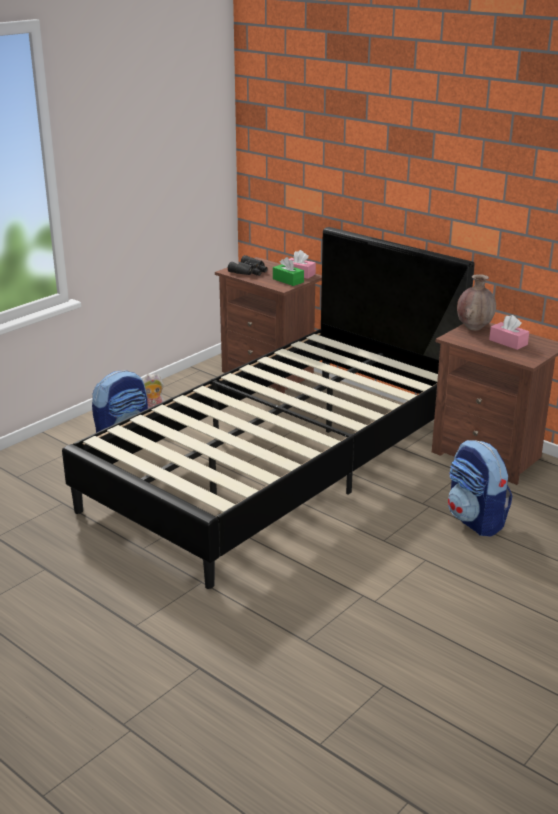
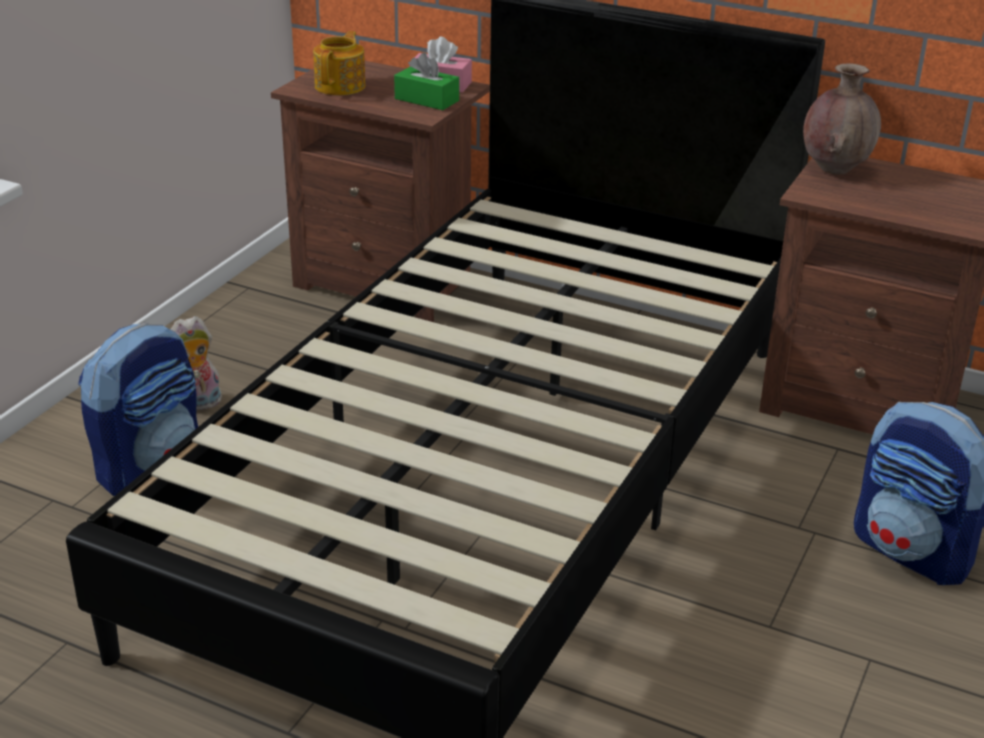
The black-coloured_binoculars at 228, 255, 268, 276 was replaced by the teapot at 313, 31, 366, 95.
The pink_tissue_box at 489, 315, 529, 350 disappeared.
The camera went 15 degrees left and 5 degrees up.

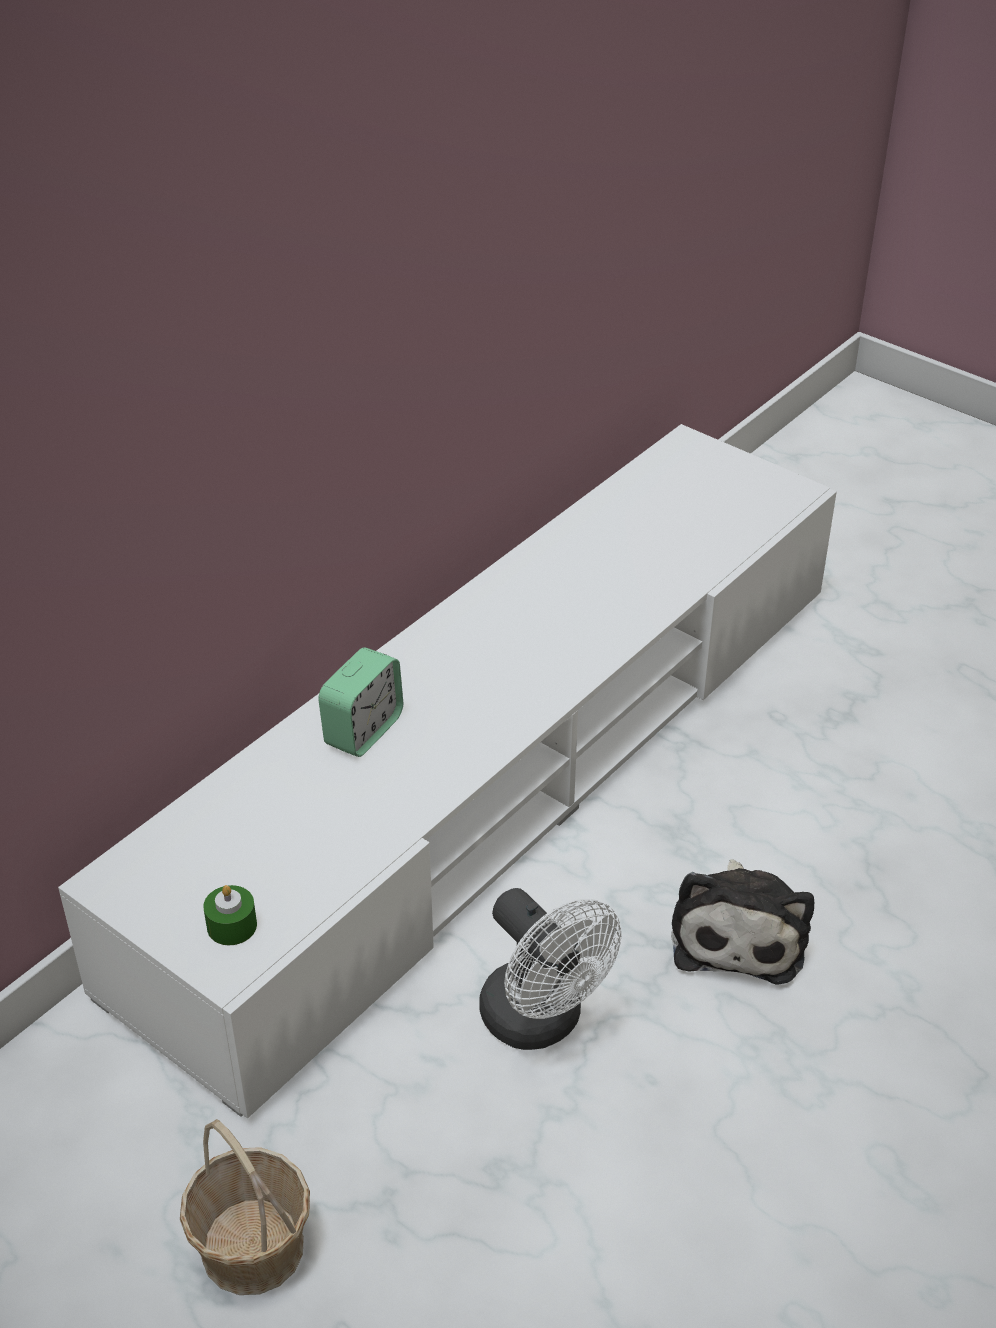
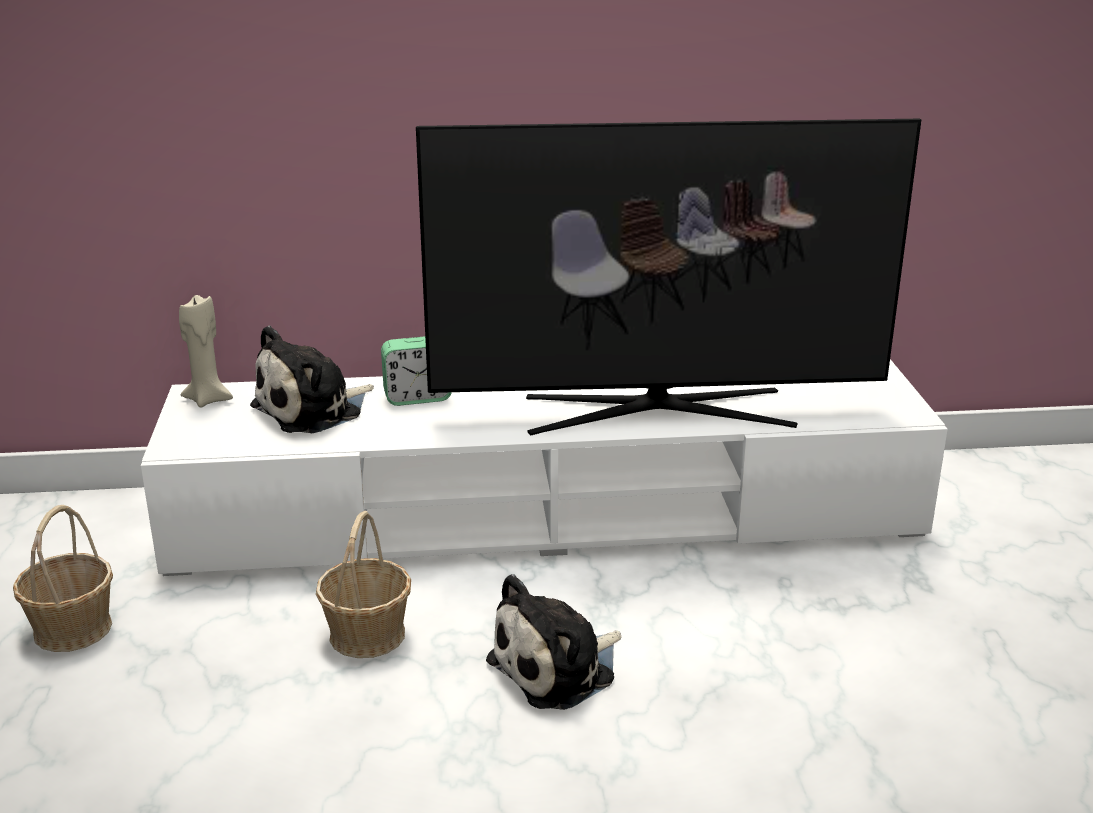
The green_wax_light at 203, 885, 257, 945 disappeared.
The white_fan at 480, 888, 621, 1050 was replaced by the storage_basket at 316, 511, 411, 658.
The TV at 416, 119, 921, 435 appeared.
The beige_wax_light at 179, 293, 233, 407 appeared.
The plush_toy at 250, 325, 374, 433 appeared.
The camera went 45 degrees right and 15 degrees down.

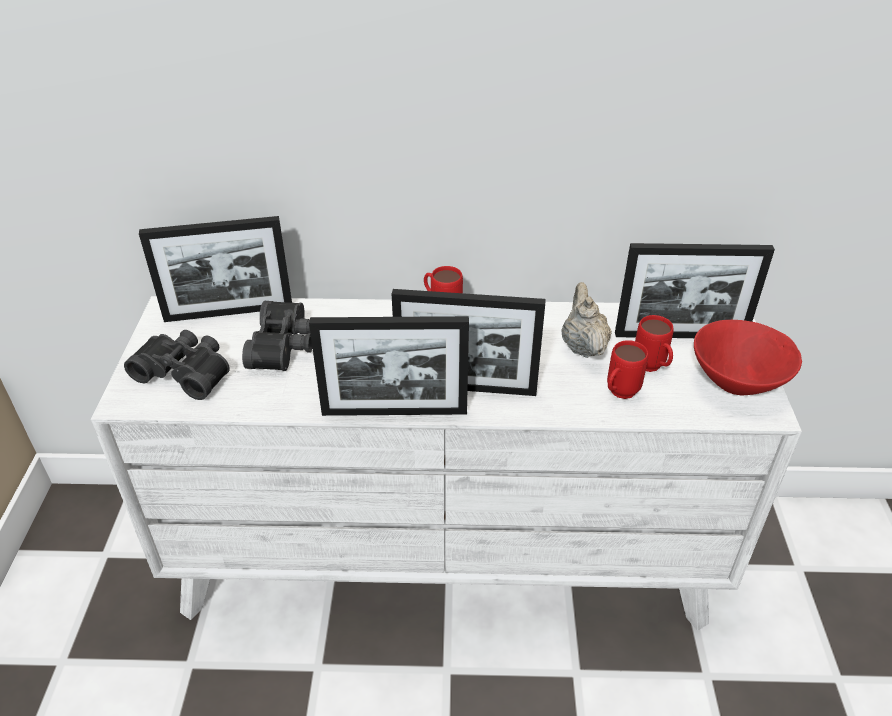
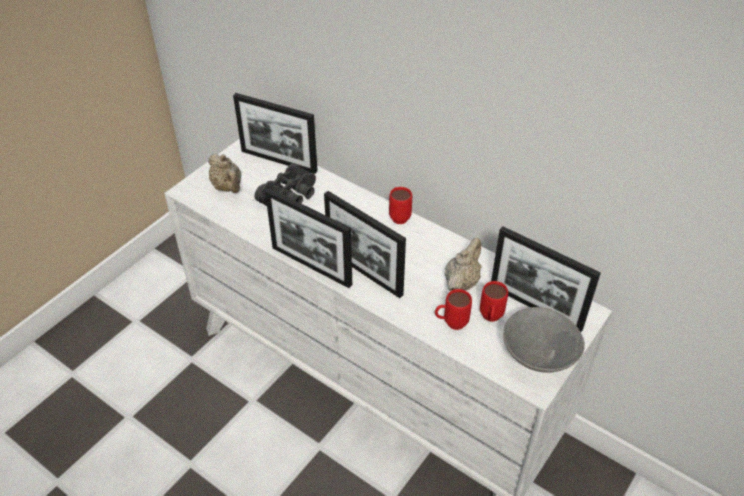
The red-coloured_bowl at 694, 320, 802, 395 became the grey_bowl at 503, 307, 585, 373.
The black-coloured_binoculars at 124, 330, 230, 400 was replaced by the beige_teapot at 208, 154, 241, 193.
The camera went 35 degrees right and 5 degrees up.

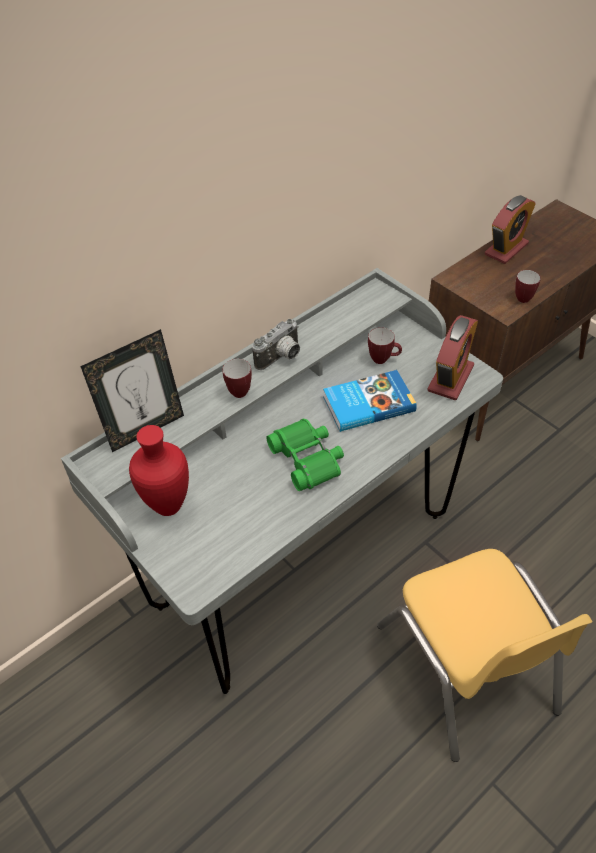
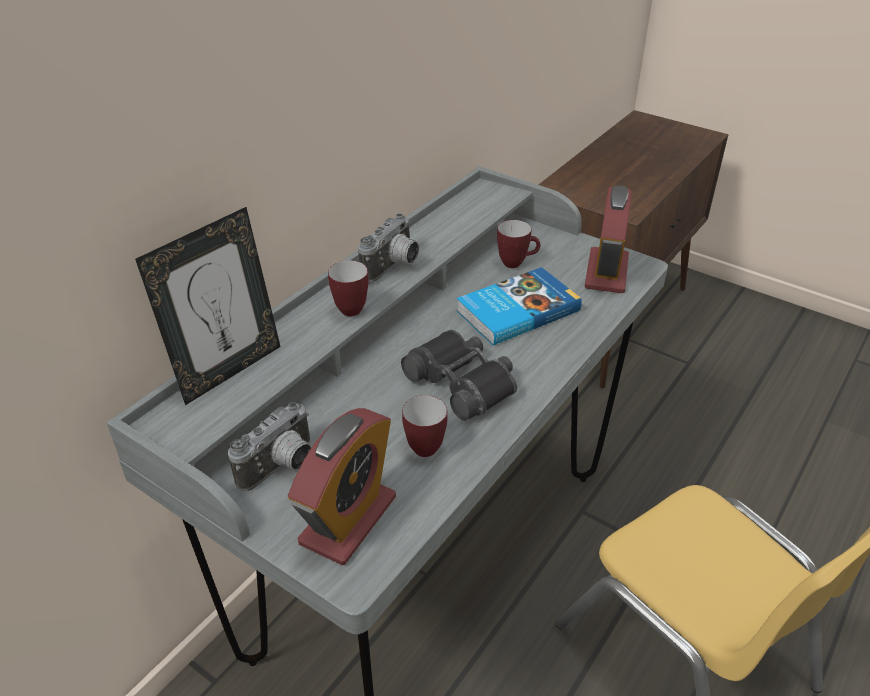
The bedside_clock moved from 485, 195, 535, 264 to 288, 408, 396, 565.
The coffee_mug moved from 515, 270, 541, 303 to 402, 395, 448, 457.
The green_binoculars at 266, 419, 344, 491 became the black-coloured_binoculars at 401, 330, 517, 421.
The red-coloured_vase at 129, 425, 189, 516 was replaced by the still_camera at 228, 402, 311, 492.
The camera went 15 degrees left and 10 degrees down.

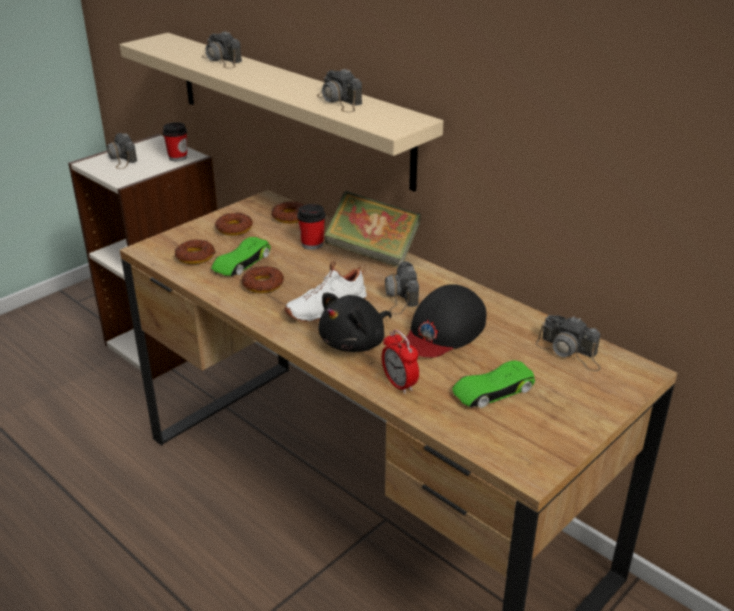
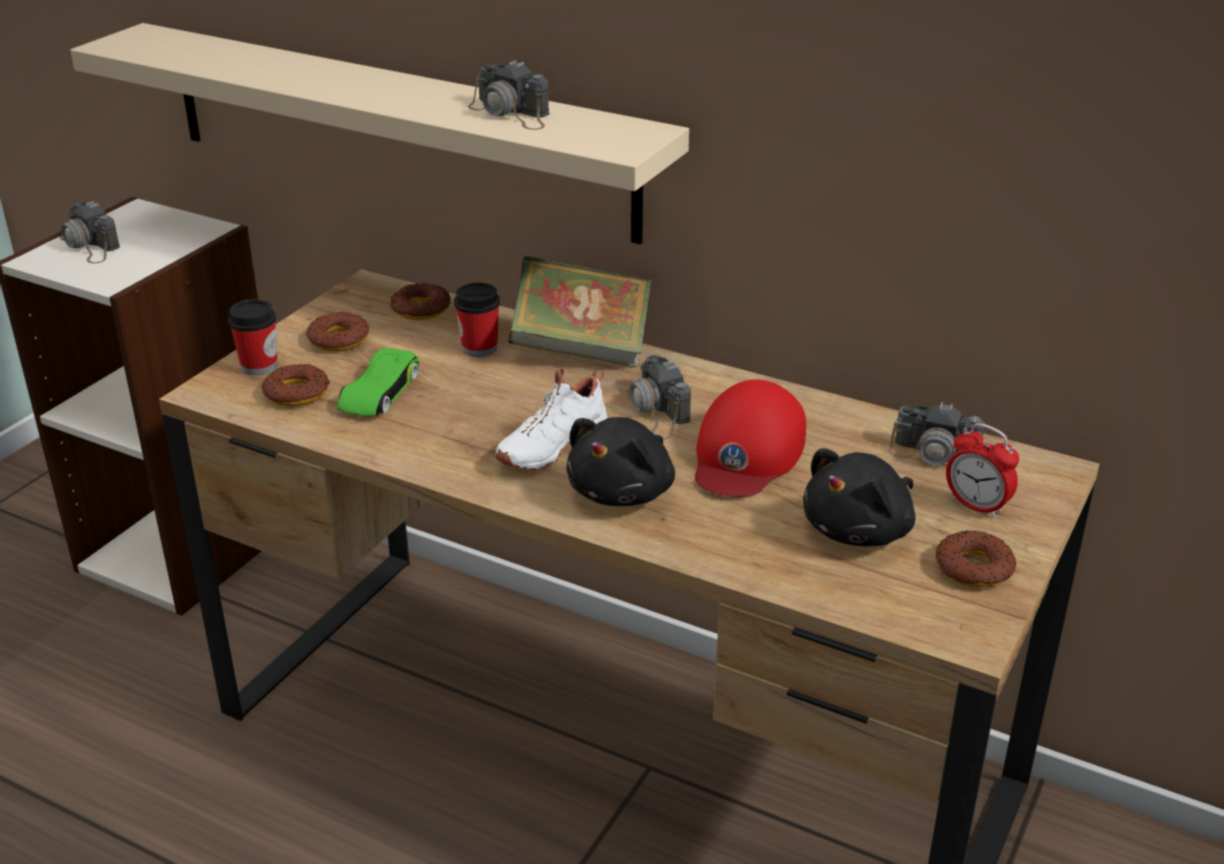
The still_camera at 202, 31, 242, 68 disappeared.
The drinking_cup moved from 162, 122, 187, 161 to 228, 299, 277, 375.
The doughnut moved from 242, 266, 284, 293 to 936, 530, 1016, 588.
The black-coloured_baseball_cap at 402, 284, 486, 358 became the red-coloured_baseball_cap at 695, 379, 806, 497.
The bedside_clock moved from 382, 330, 419, 394 to 946, 423, 1019, 518.
The green_miniature_car at 452, 360, 535, 408 was replaced by the black-coloured_plush_toy at 803, 448, 916, 546.
The camera went 15 degrees left and 0 degrees up.

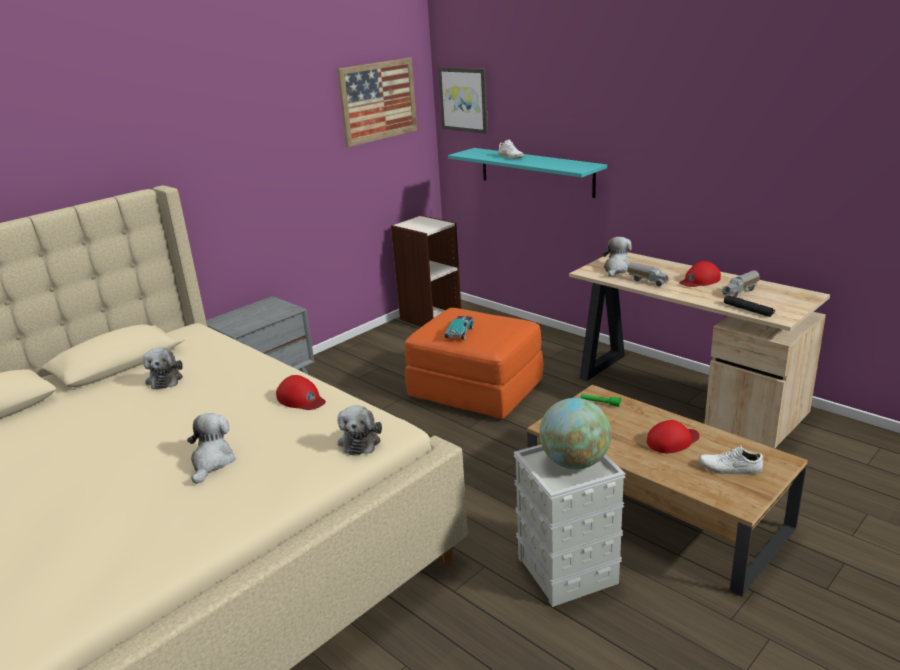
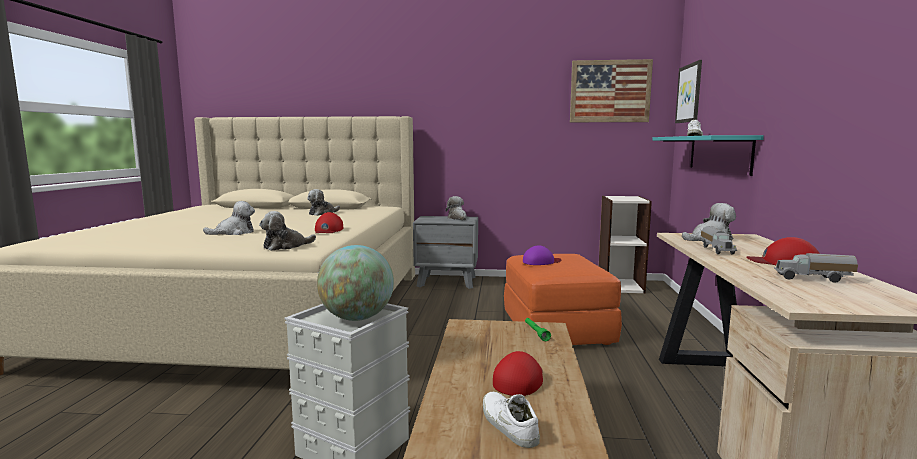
The black-coloured_torch at 724, 295, 775, 317 disappeared.
The miniature_car at 445, 316, 474, 340 was replaced by the purple_baseball_cap at 523, 245, 561, 265.
The red-coloured_baseball_cap at 647, 420, 700, 453 turned 90 degrees counterclockwise.
The plush_toy at 446, 196, 467, 220 appeared.
The camera went 50 degrees right and 15 degrees down.

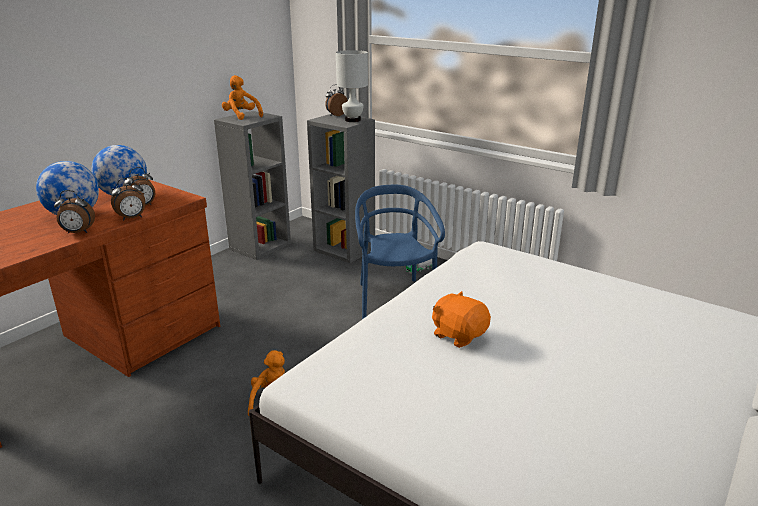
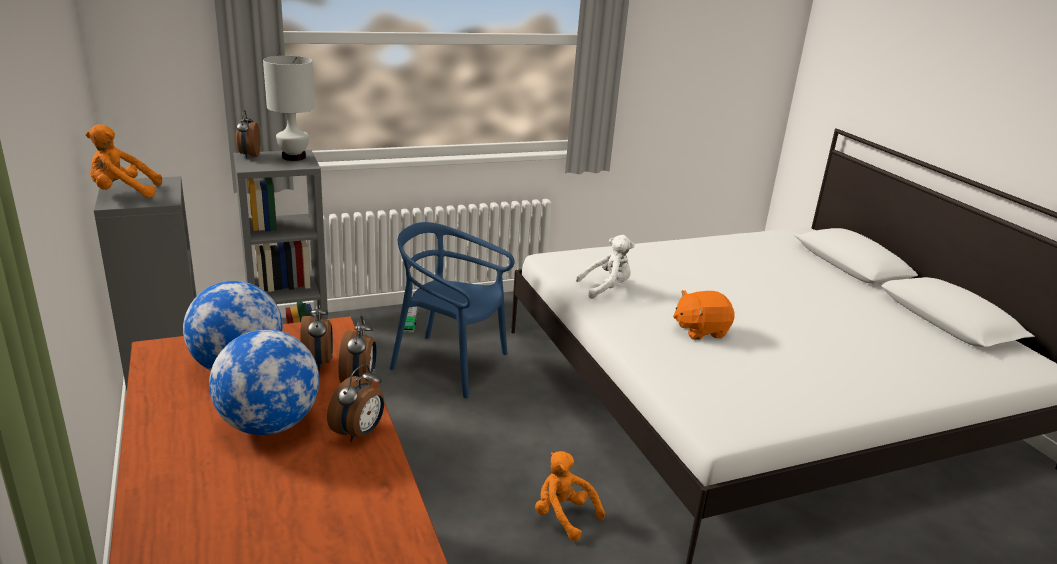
The white_plush_toy at 576, 235, 635, 299 appeared.
The camera went 60 degrees left and 0 degrees up.

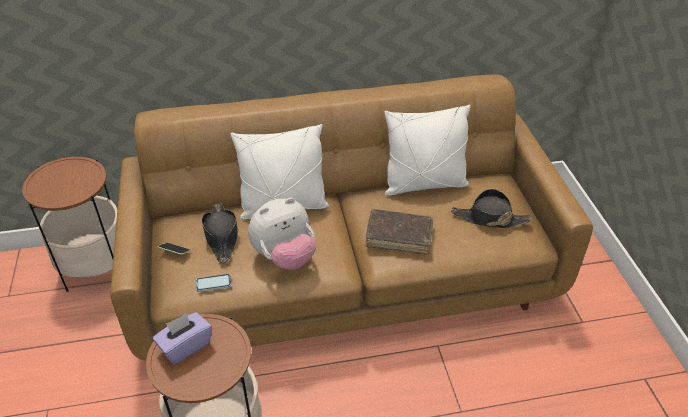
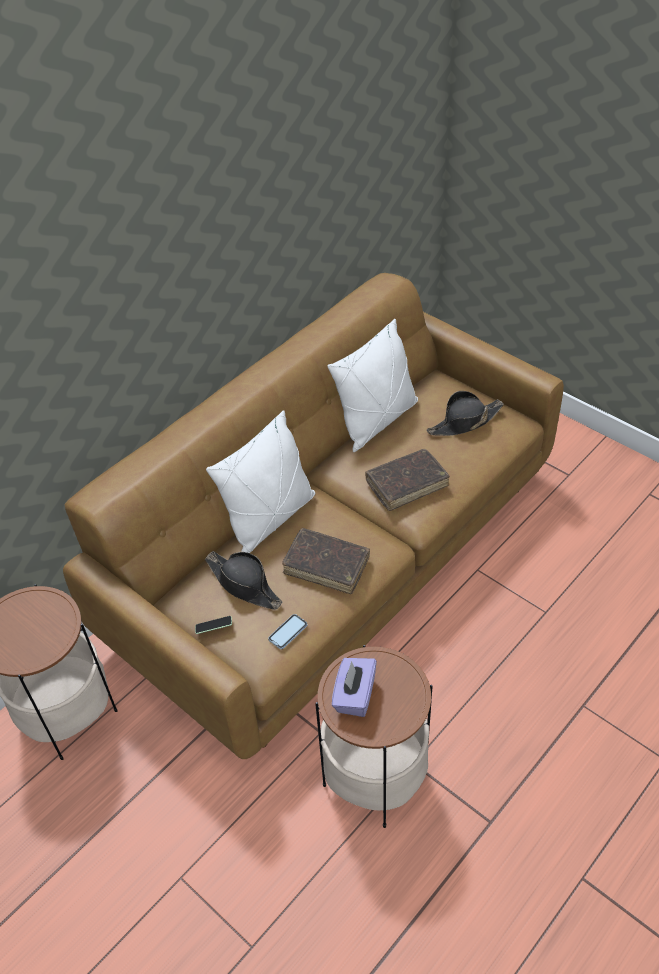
The plush_toy at 248, 197, 316, 270 was replaced by the brownish_volume at 282, 528, 370, 594.
The camera went 35 degrees left and 5 degrees up.

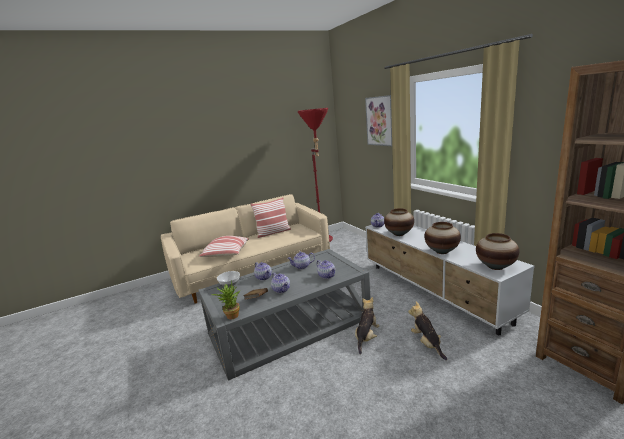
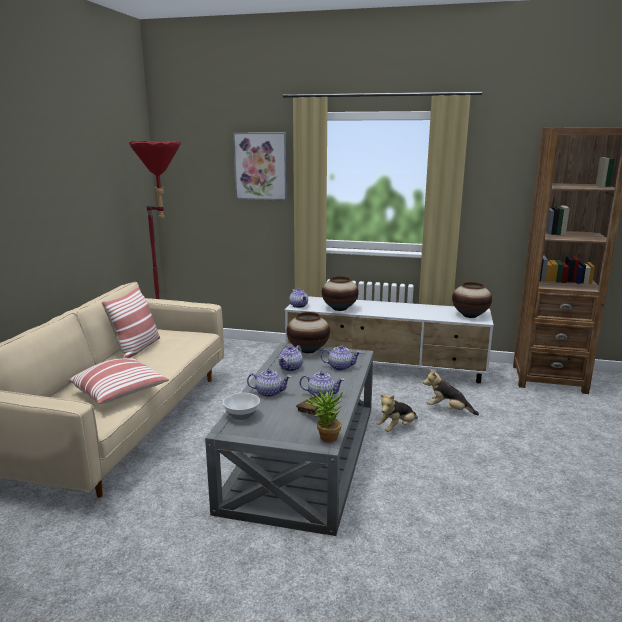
The vase moved from 424, 222, 461, 254 to 287, 312, 330, 353.
The plush_toy at 355, 297, 379, 355 turned 105 degrees counterclockwise.
The camera went 50 degrees left and 0 degrees up.

